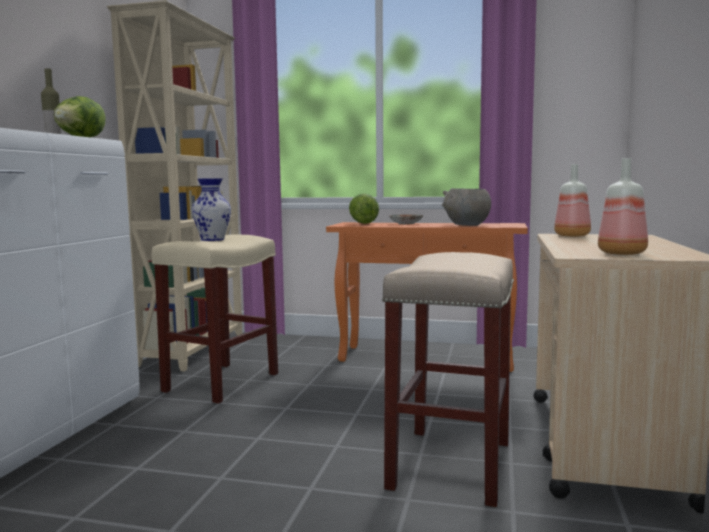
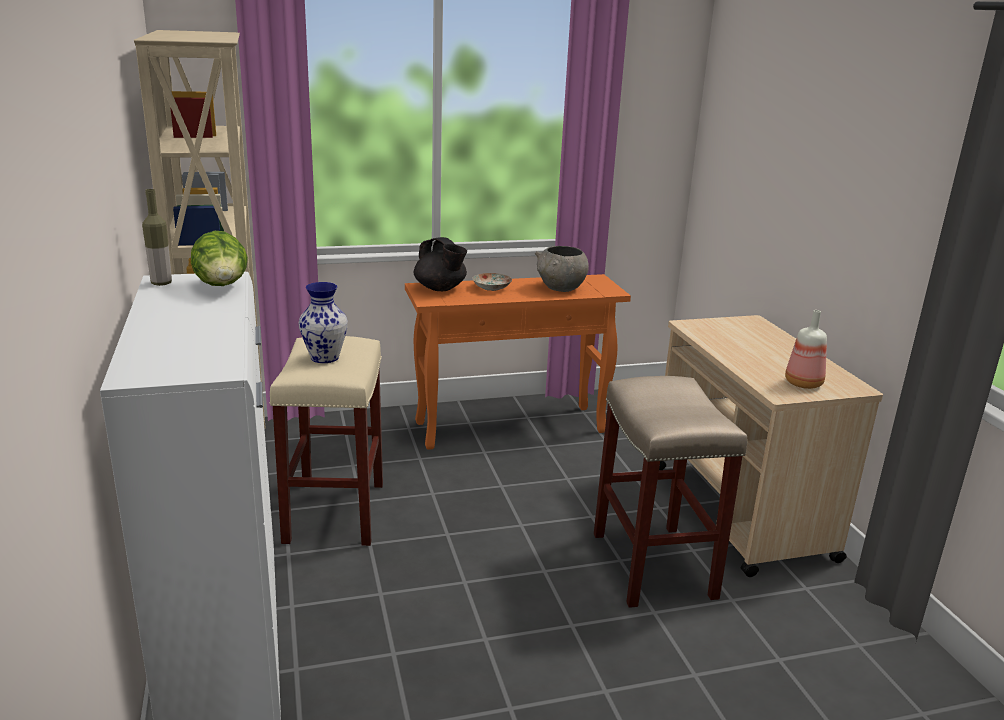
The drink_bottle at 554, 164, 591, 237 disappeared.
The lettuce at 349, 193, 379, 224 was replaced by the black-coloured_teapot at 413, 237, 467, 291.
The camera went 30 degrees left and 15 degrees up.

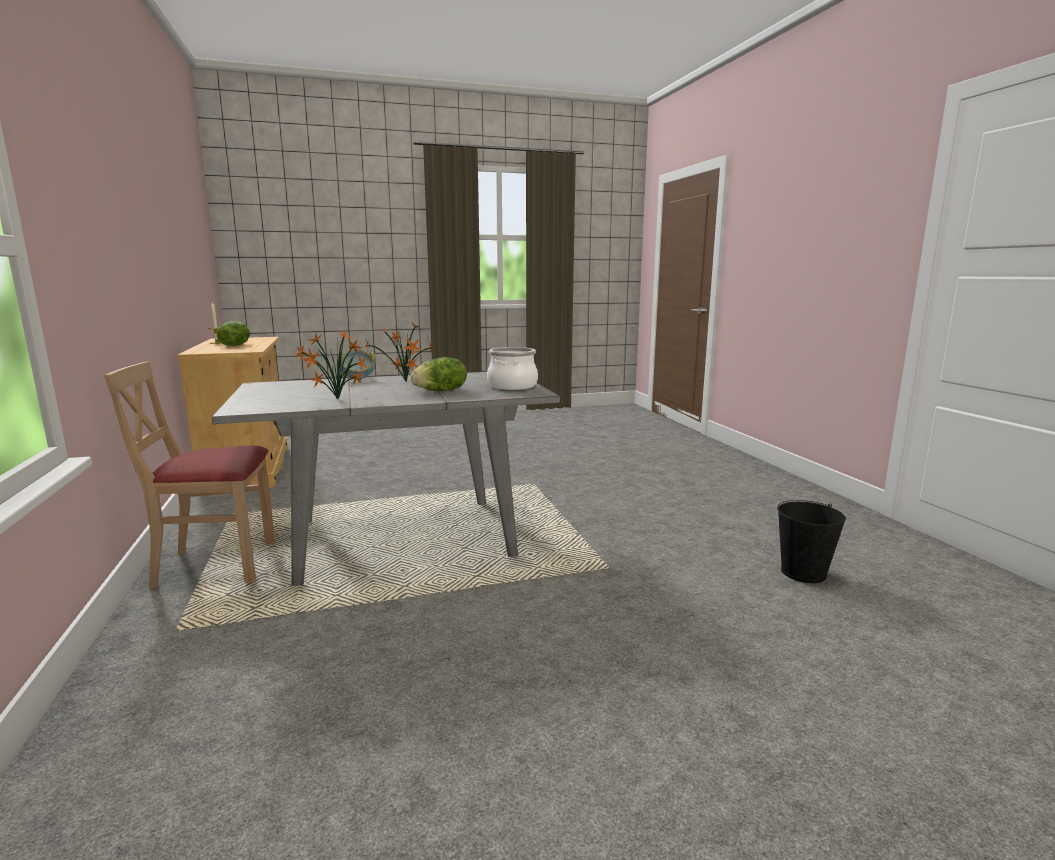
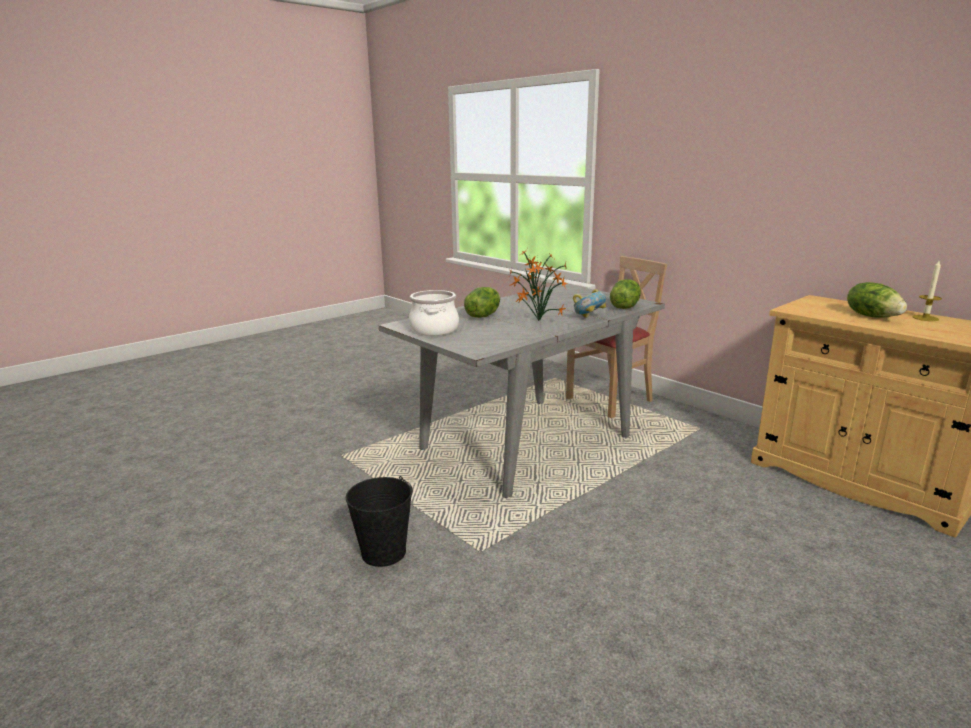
The black-coloured_water_bucket moved from 777, 500, 846, 583 to 346, 476, 413, 567.
The lettuce at 610, 279, 641, 309 appeared.
The camera went 155 degrees right and 5 degrees up.

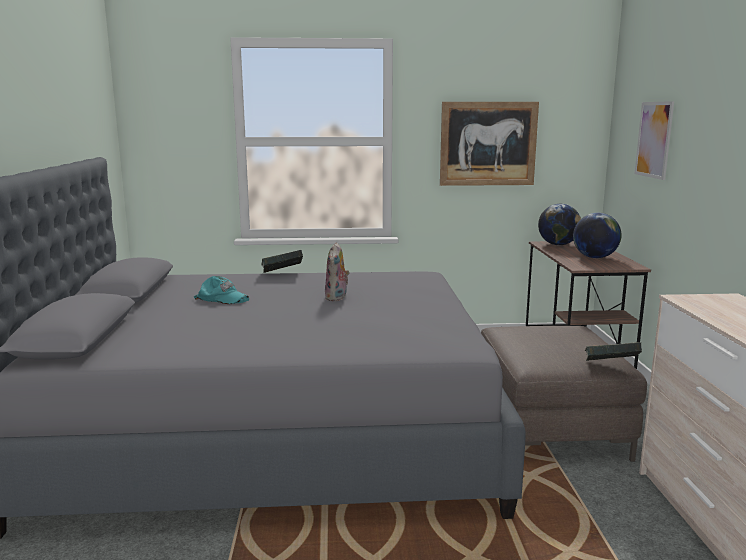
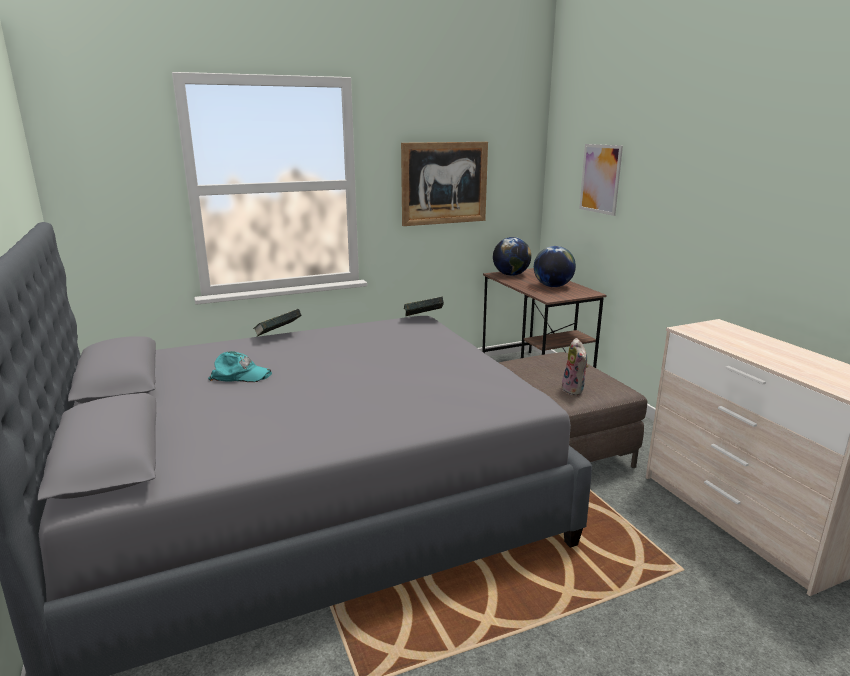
The plush_toy moved from 325, 242, 350, 301 to 562, 338, 588, 396.
The volume moved from 585, 342, 642, 361 to 404, 297, 444, 317.
The camera went 20 degrees left and 5 degrees up.

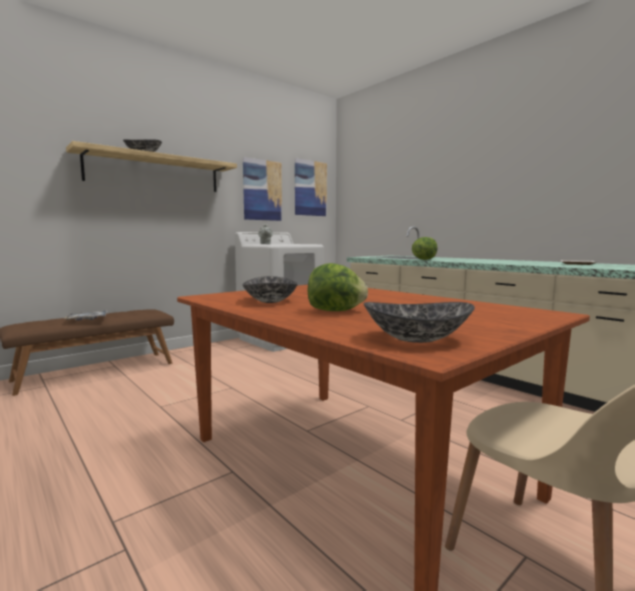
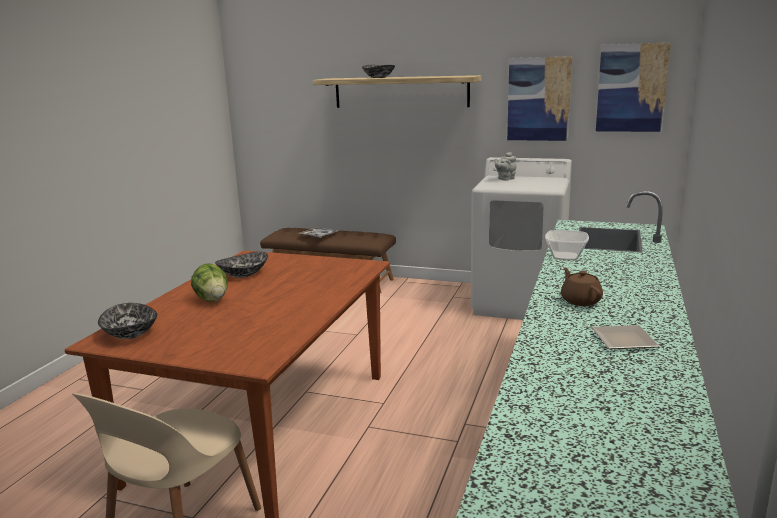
The lettuce at 412, 237, 438, 260 was replaced by the bowl at 545, 230, 589, 260.
The brownish_teapot at 561, 267, 603, 306 appeared.
The camera went 60 degrees right and 10 degrees up.

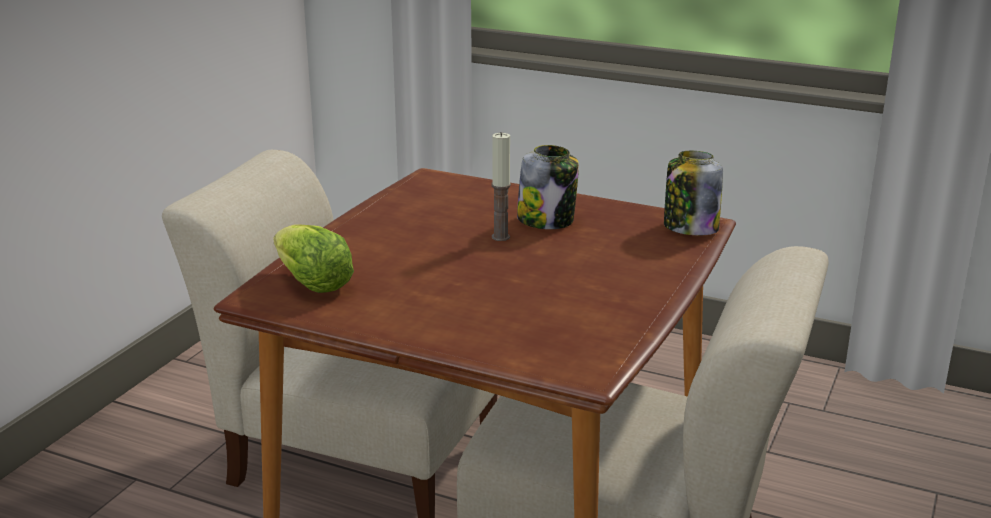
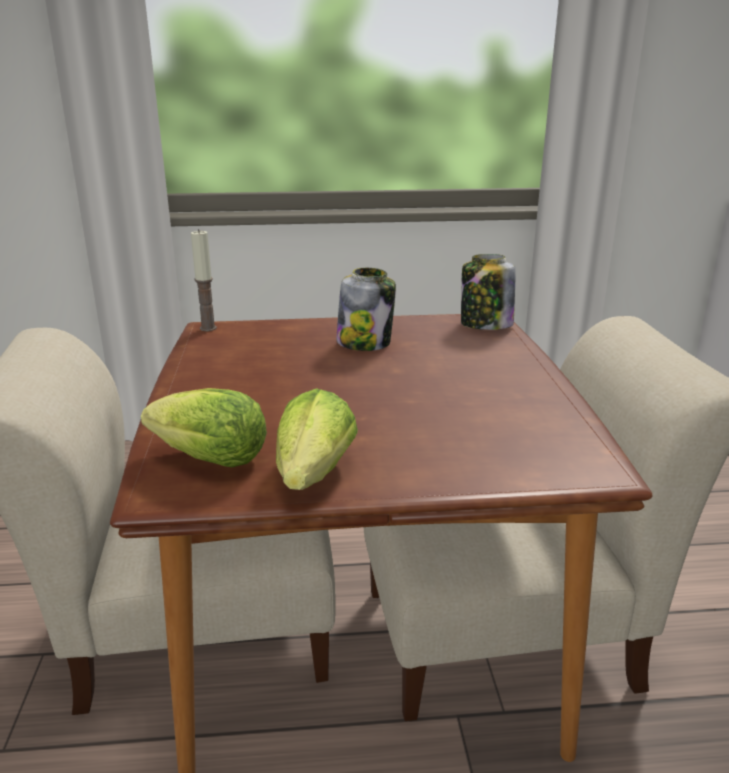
The wax_light moved from 491, 132, 511, 241 to 191, 229, 217, 331.
The lettuce at 276, 388, 358, 490 appeared.
The camera went 30 degrees left and 0 degrees up.

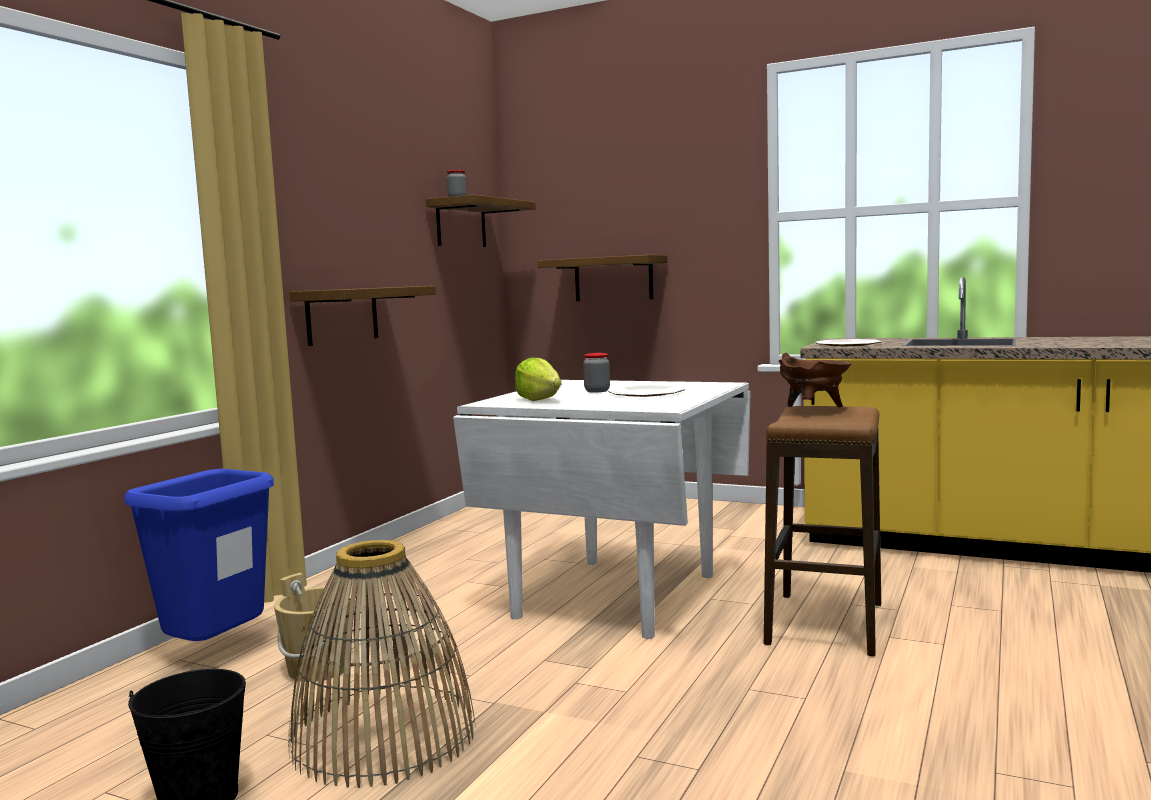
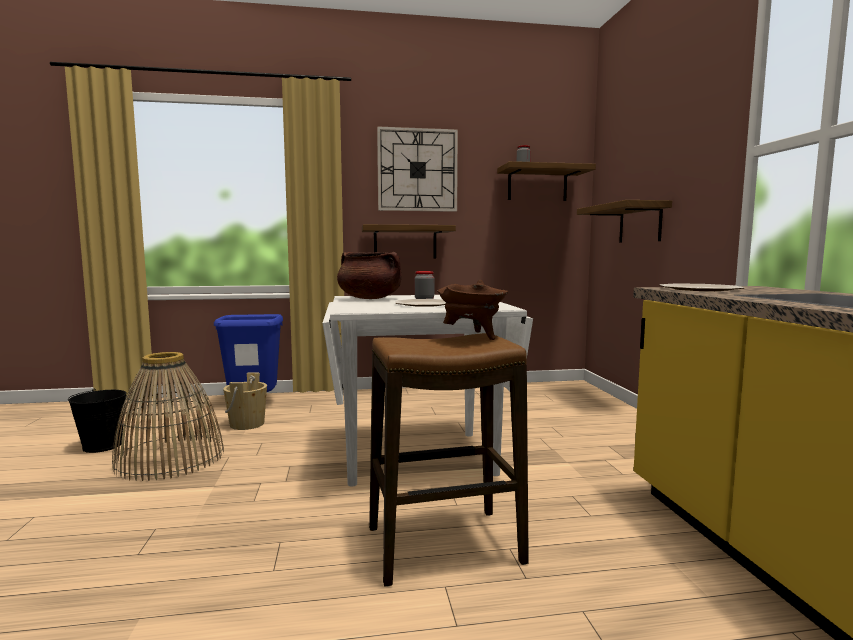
The lettuce at 515, 358, 561, 401 was replaced by the brownish_stockpot at 337, 252, 402, 299.
The clock_on_the_wall at 377, 126, 458, 212 appeared.
The camera went 55 degrees right and 0 degrees up.

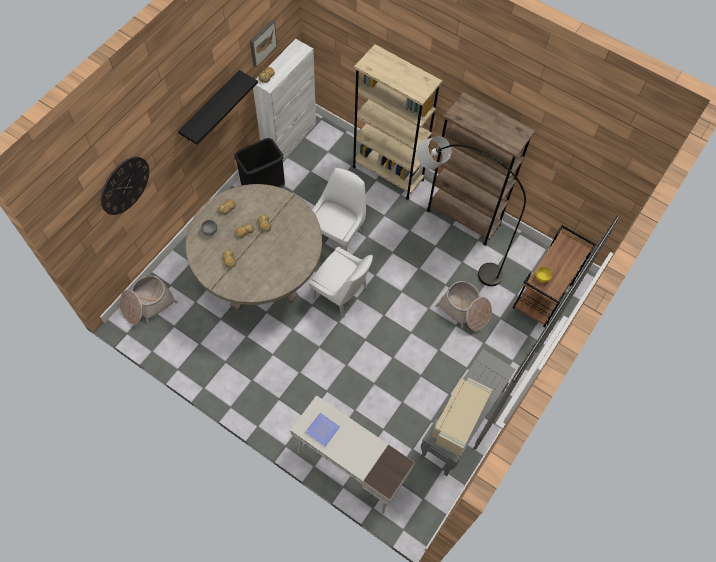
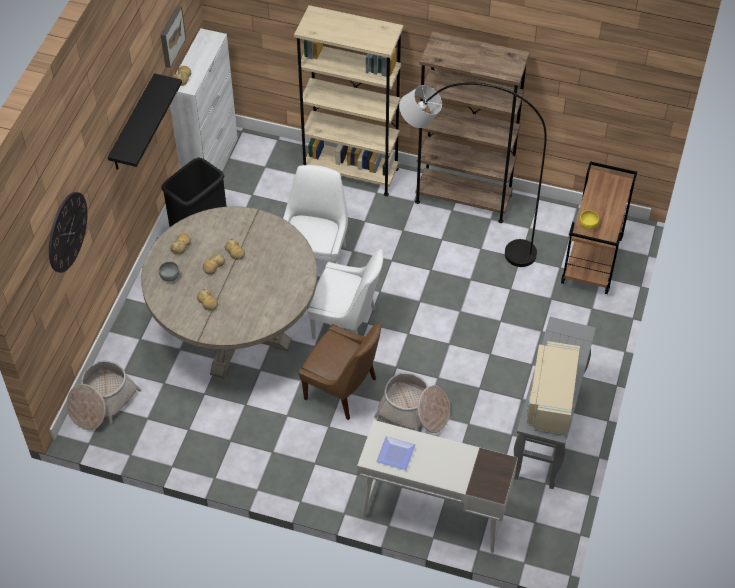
The storage_basket moved from 435, 281, 492, 331 to 374, 373, 450, 433.
The brownish_plain_chair at 299, 323, 382, 420 appeared.
The camera went 15 degrees left and 10 degrees down.

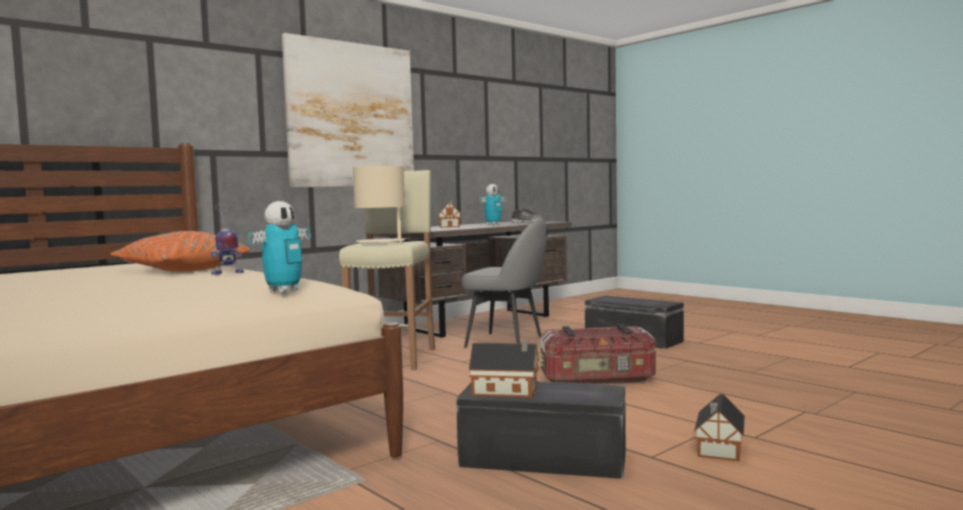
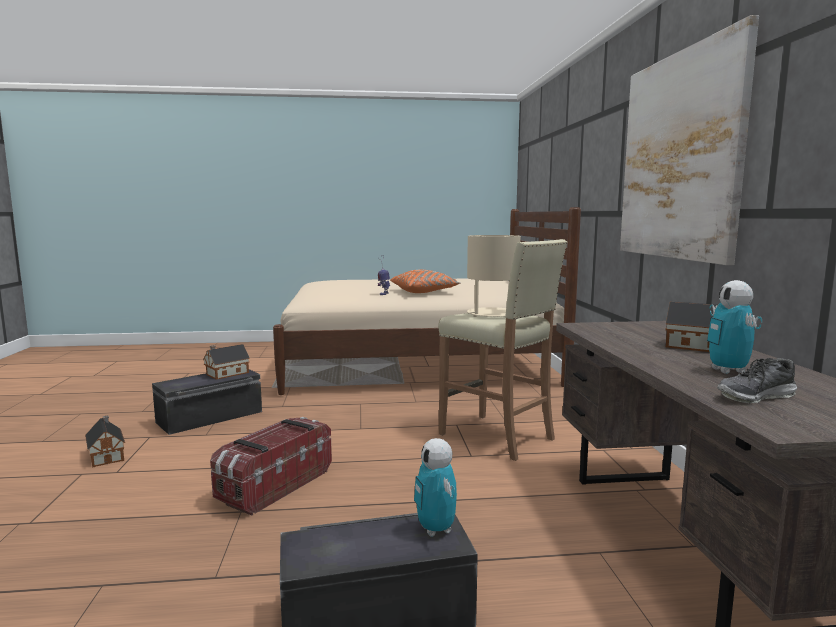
The model_robot moved from 248, 201, 311, 293 to 414, 438, 457, 537.
The grey_plain_chair at 462, 218, 546, 348 disappeared.
The camera went 125 degrees right and 5 degrees up.

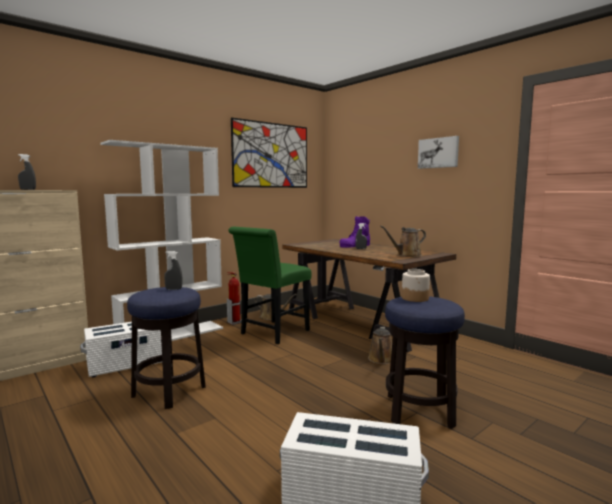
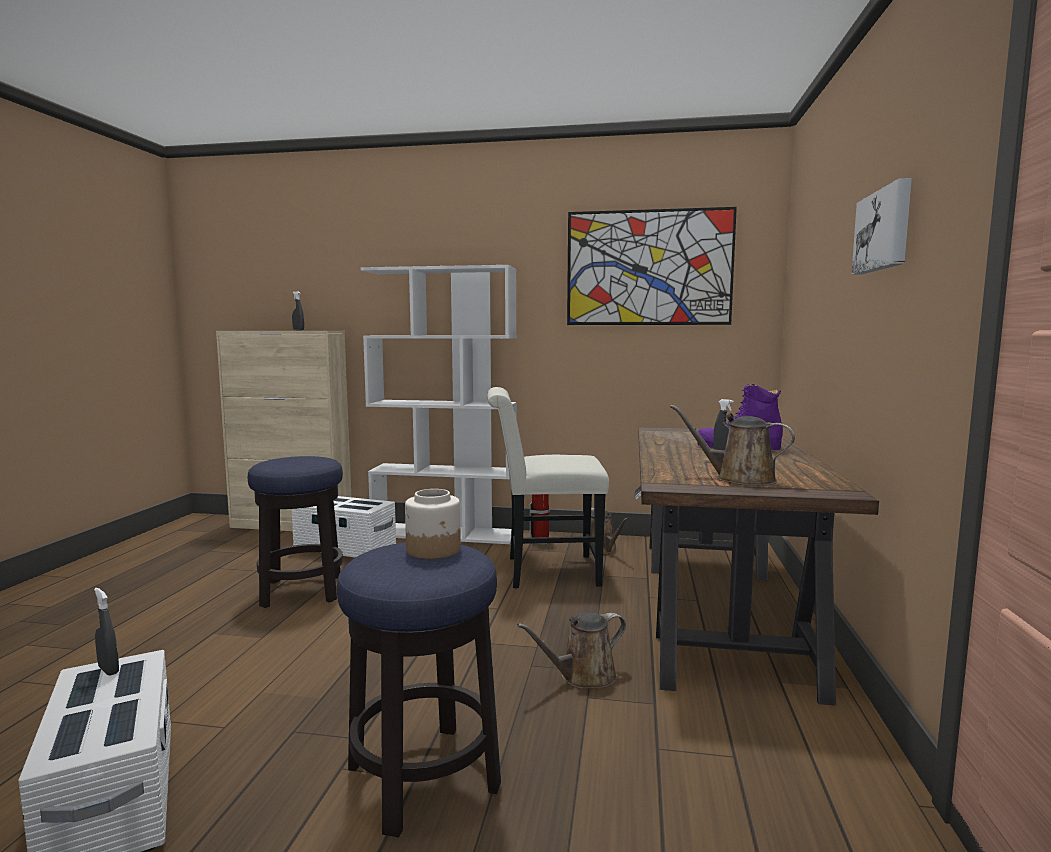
The green_plain_chair at 228, 227, 312, 344 became the white_plain_chair at 487, 387, 609, 588.
The grey_spray_bottle moved from 164, 251, 182, 290 to 94, 588, 119, 675.
The camera went 50 degrees right and 0 degrees up.

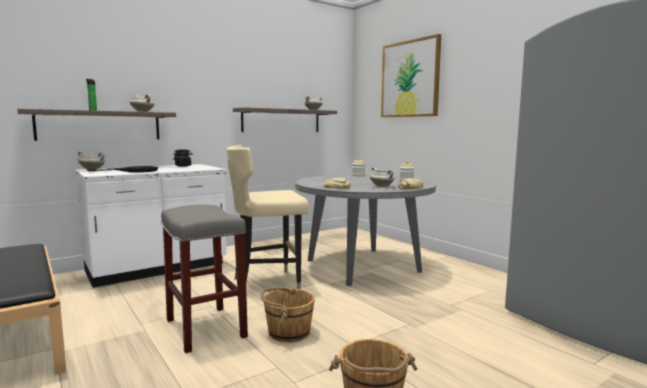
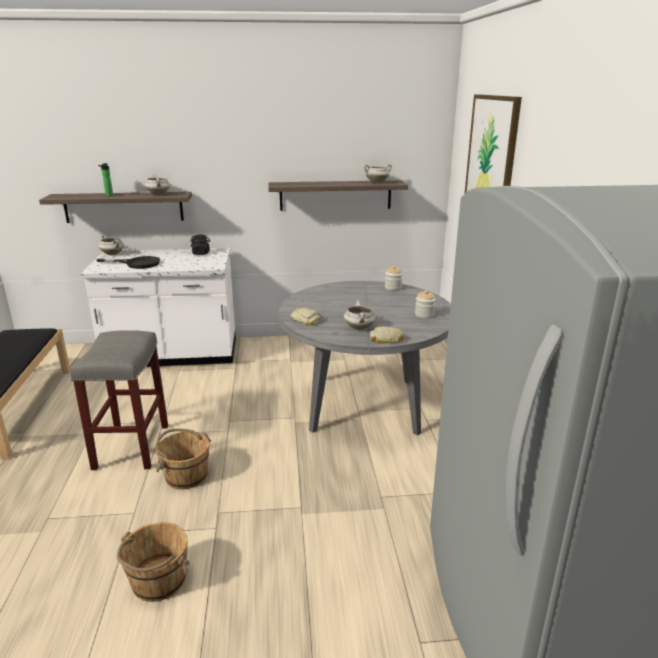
The beige_plain_chair at 226, 145, 309, 289 disappeared.
The camera went 30 degrees right and 15 degrees up.

